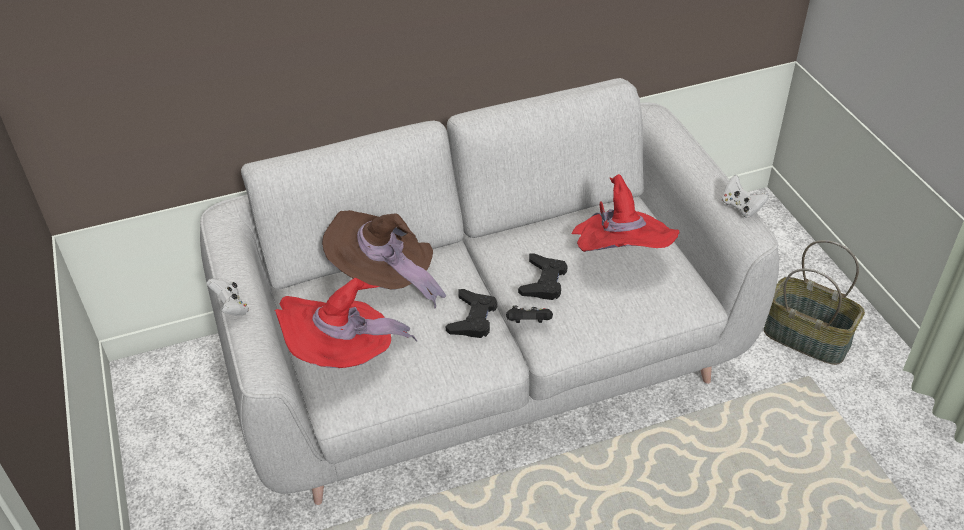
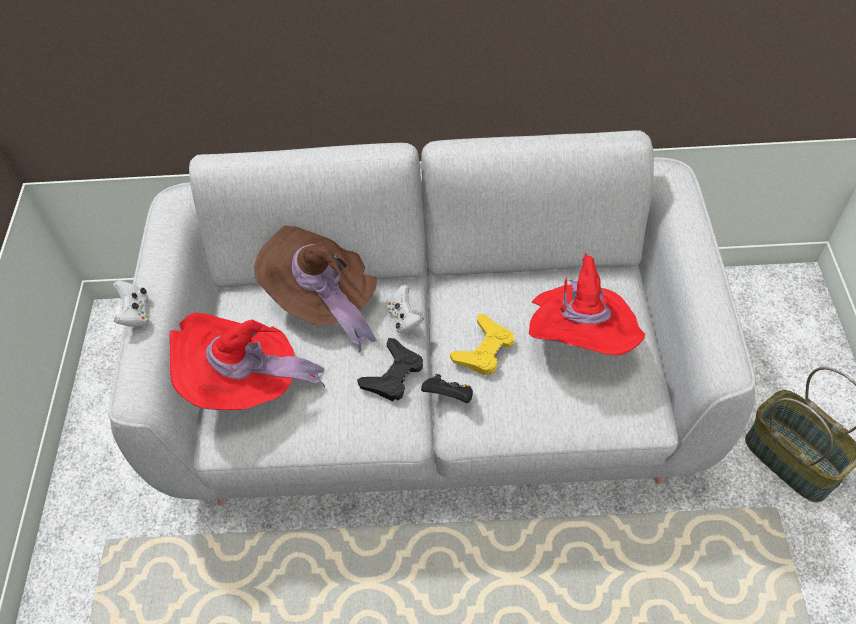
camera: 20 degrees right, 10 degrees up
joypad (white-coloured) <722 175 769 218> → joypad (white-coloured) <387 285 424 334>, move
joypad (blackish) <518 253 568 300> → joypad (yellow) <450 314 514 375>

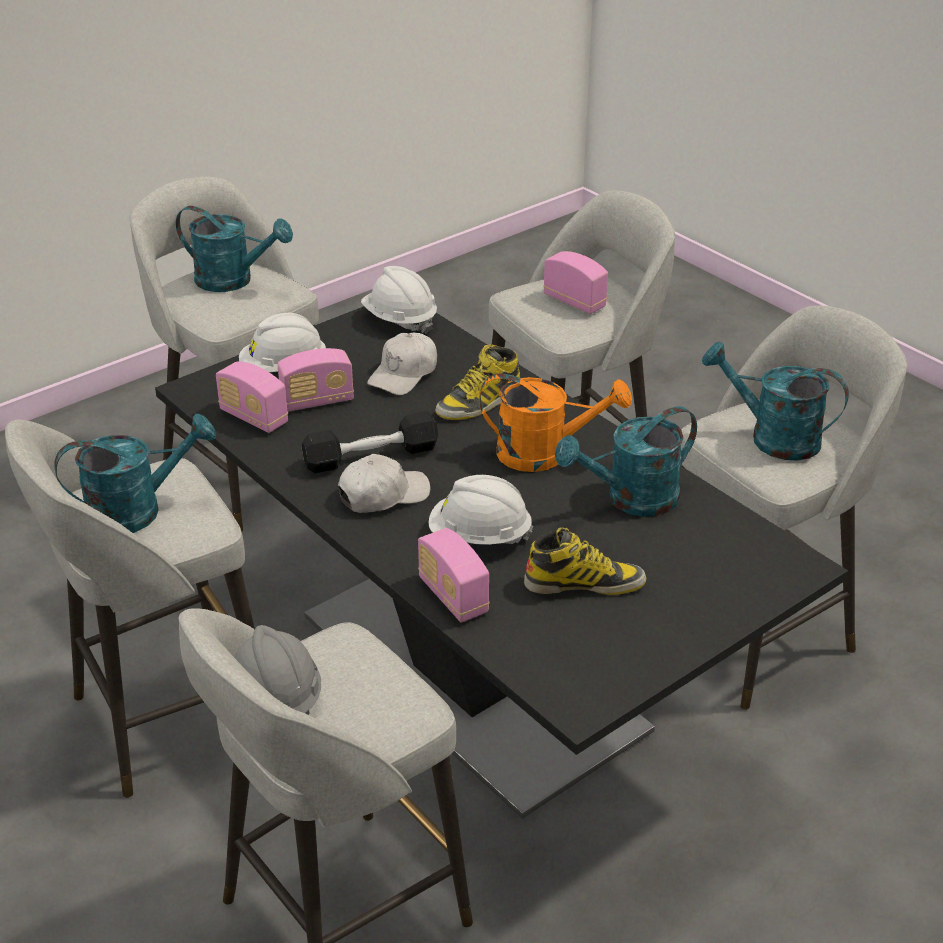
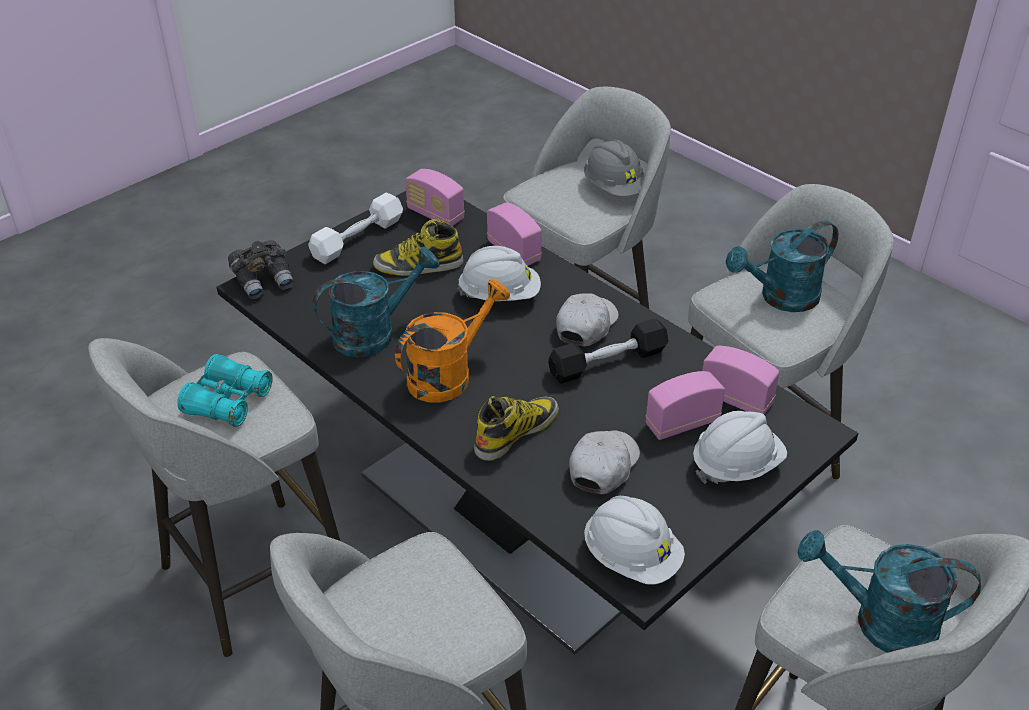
camera: 175 degrees right, 5 degrees up
radio set <543 251 608 314> → radio set <405 169 465 226>, move
watering pot (turquoise-coloured) <702 341 849 461> → binoculars (turquoise-coloured) <177 354 273 427>
watering pot (orange-coloured) <479 373 632 472> → watering pot (orange-coloured) <395 279 510 403>, 135 degrees clockwise
baseball cap (white-coloured) <338 454 431 513> → baseball cap (white-coloured) <556 293 619 346>, 150 degrees clockwise
- → free weight (white-coloured) <308 193 403 264>
- → binoculars (grey) <228 240 294 299>

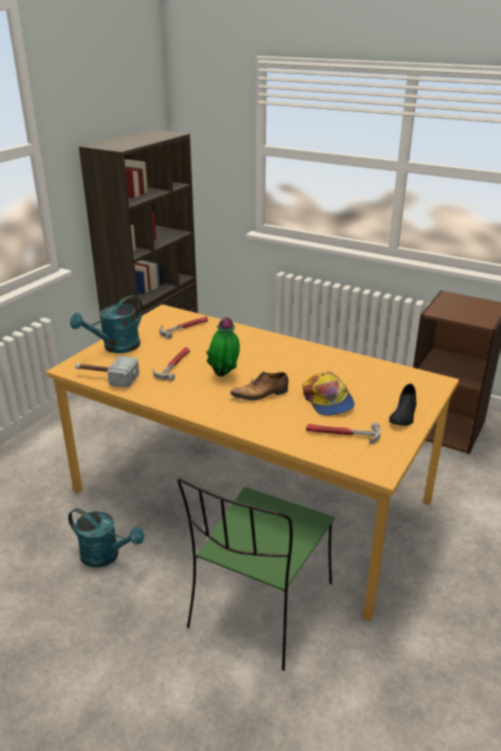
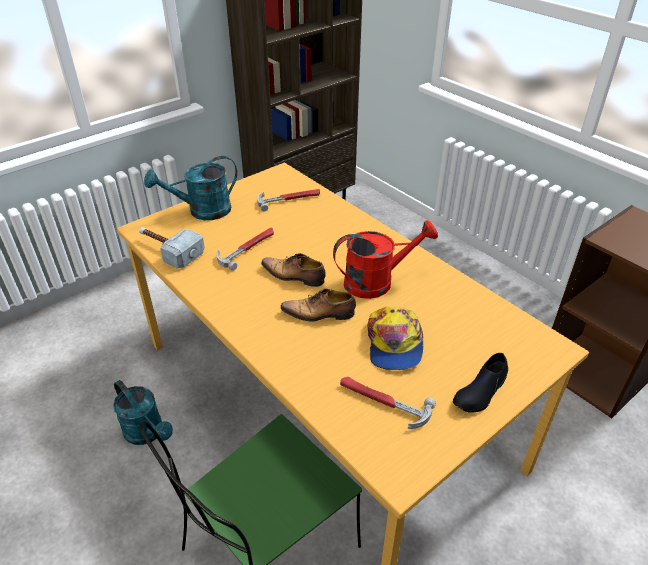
camera: 20 degrees right, 10 degrees up
houseplant <206 317 240 377> → item of footwear <261 253 326 287>
- → watering pot (reddish) <333 220 438 299>

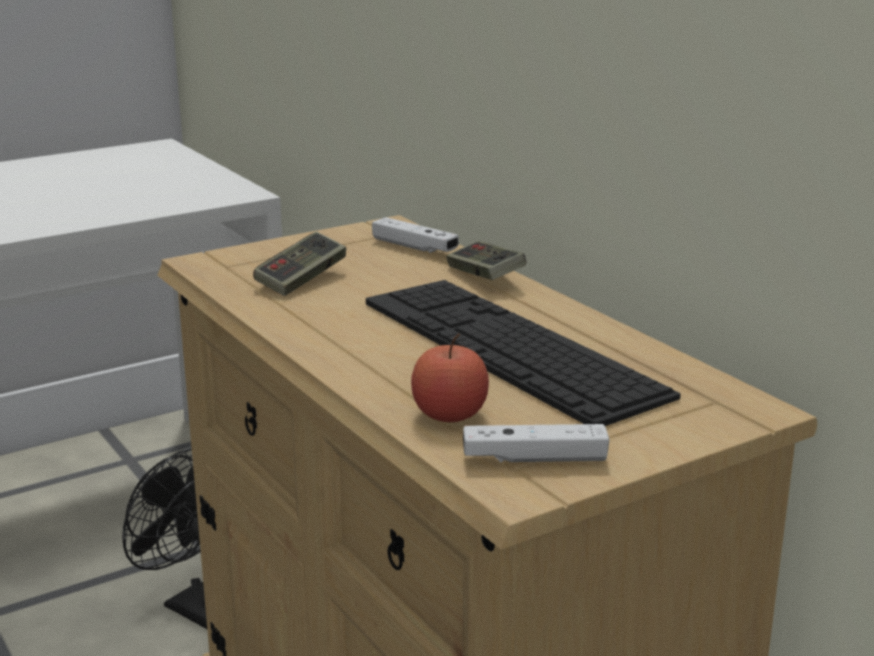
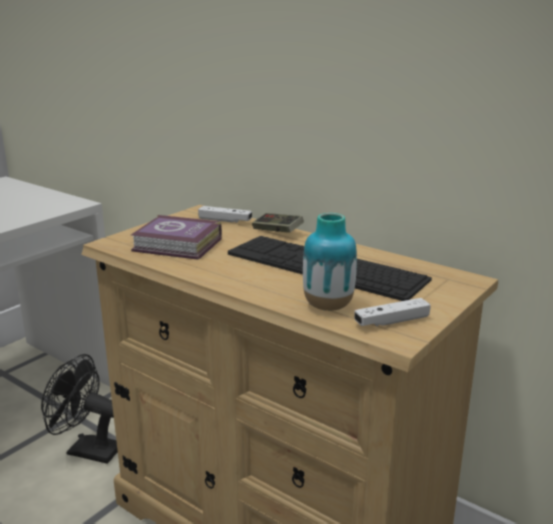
camera: 20 degrees left, 0 degrees up
joypad <253 232 346 296> → book <131 215 222 260>
whole apple <411 334 489 422> → vase <303 213 357 311>

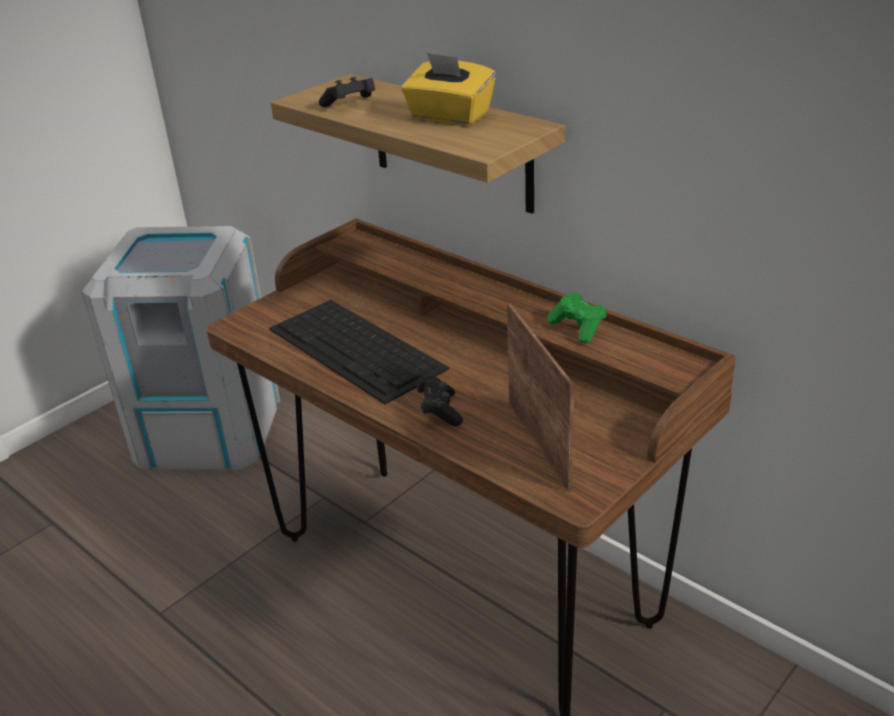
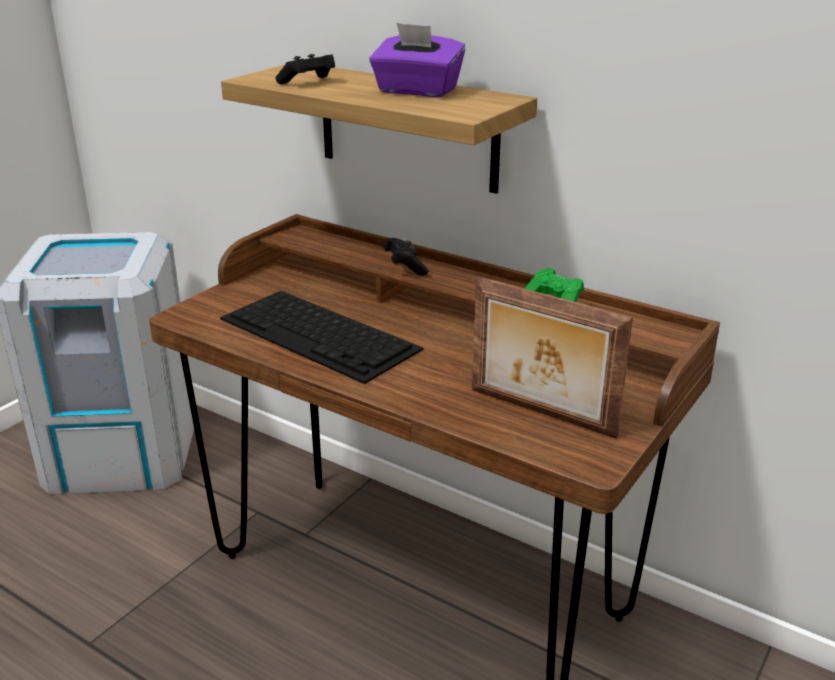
camera: 10 degrees left, 5 degrees down
tissue holder (yellow) <401 52 496 125> → tissue holder (purple) <369 23 465 97>
picture frame <507 303 574 492> → picture frame <472 276 633 439>, 150 degrees clockwise
joypad (blackish) <417 376 463 426> → joypad (blackish) <383 238 428 276>, move

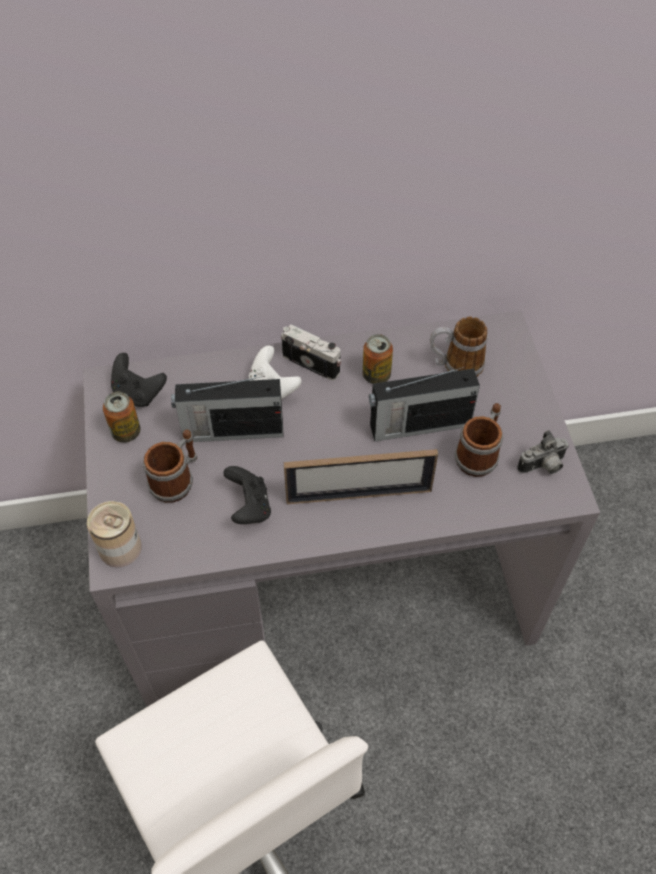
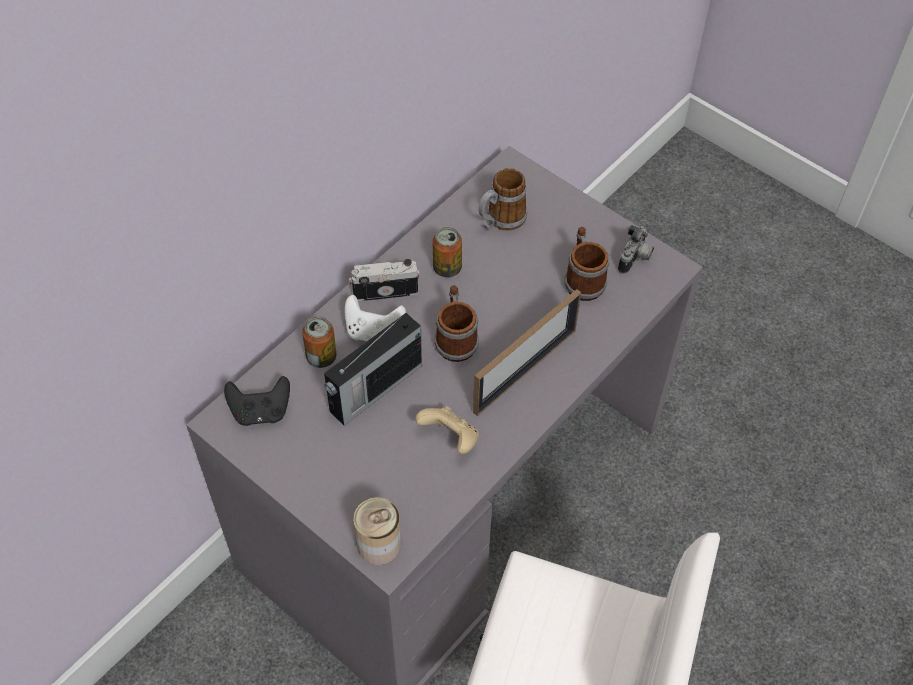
camera: 40 degrees left, 0 degrees up
radio set <369 366 480 442> → -
sealed can <103 392 140 442> → sealed can <302 316 337 368>, move
mug <143 429 197 503> → mug <435 285 479 362>, move
joypad (blackish) <223 466 271 524> → joypad (beige) <415 406 479 454>

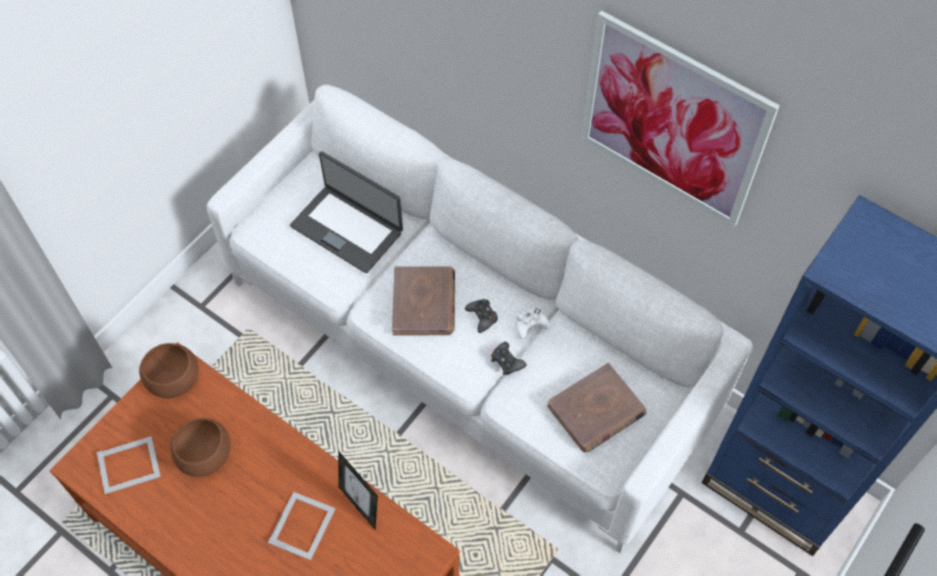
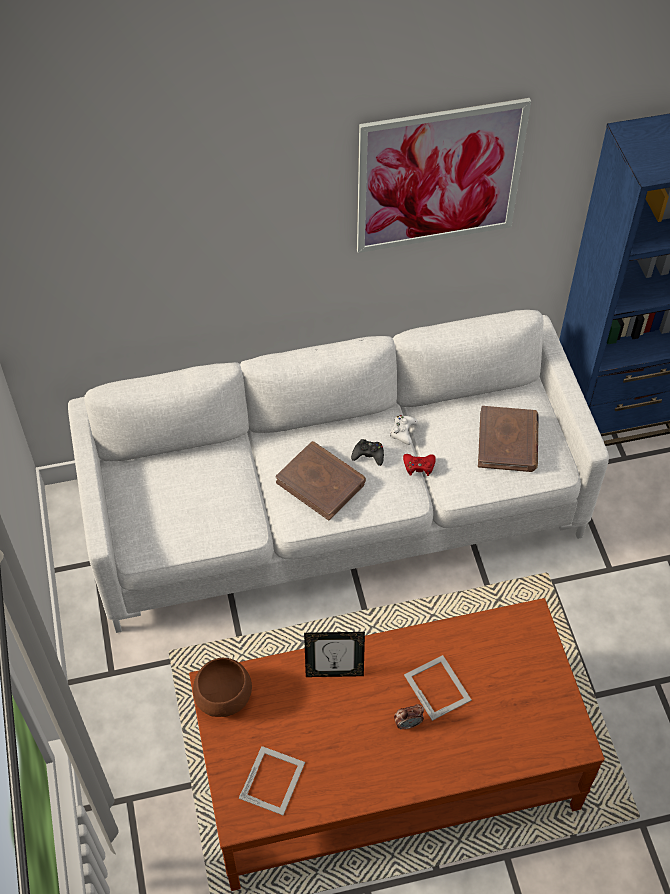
camera: 50 degrees left, 5 degrees down
notebook computer <290 151 403 273> → -
joypad (blackish) <491 342 527 375> → joypad (reddish) <403 454 436 476>
bowl (brown) <170 418 231 477> → -
picture frame <338 452 378 529> → picture frame <304 632 365 677>, move
- → bedside clock <394 704 424 730>

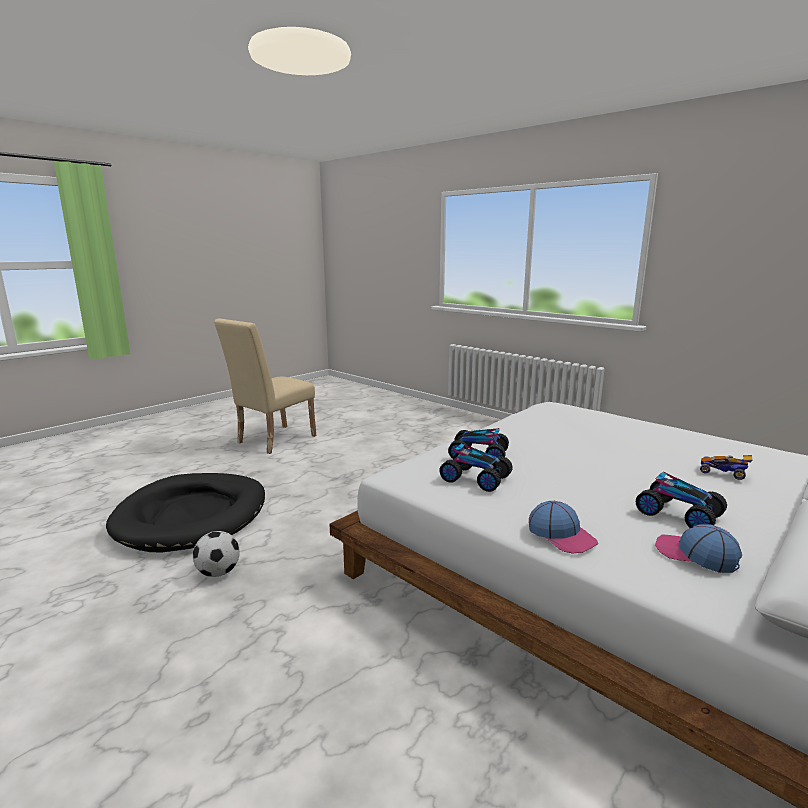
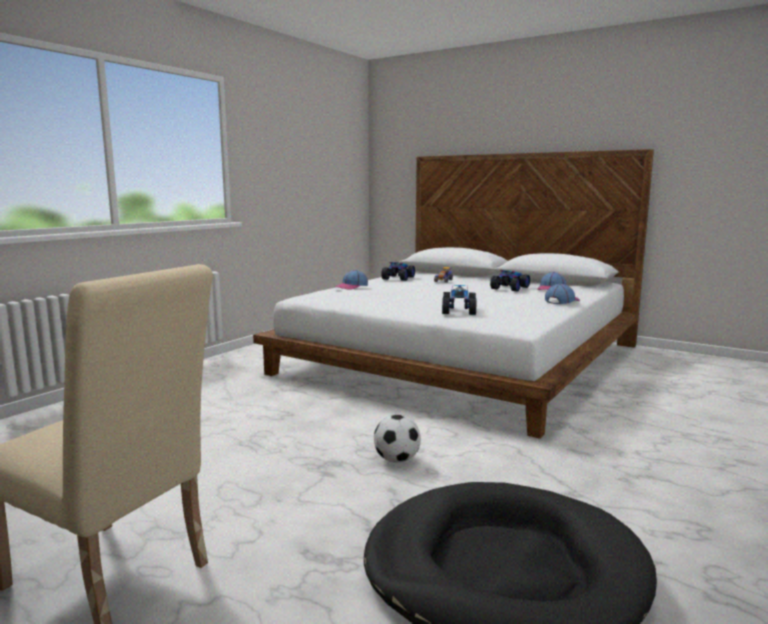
camera: 100 degrees left, 5 degrees down
toy car <439 443 512 492> → toy car <381 262 415 281>, move
football ball <193 531 240 577> → football ball <374 415 421 463>, move
- → baseball cap <335 270 368 289>

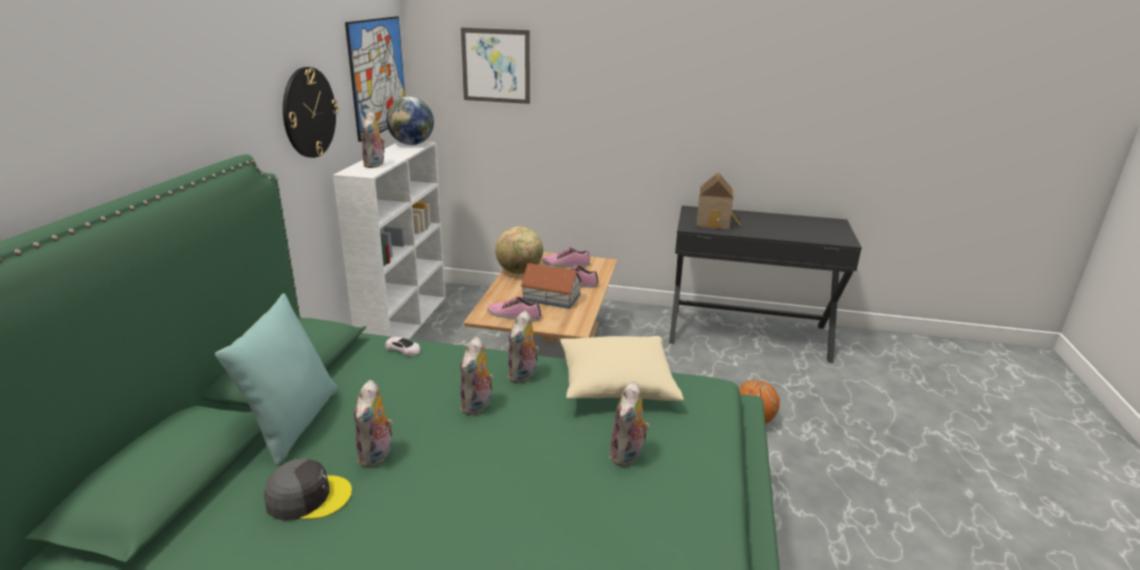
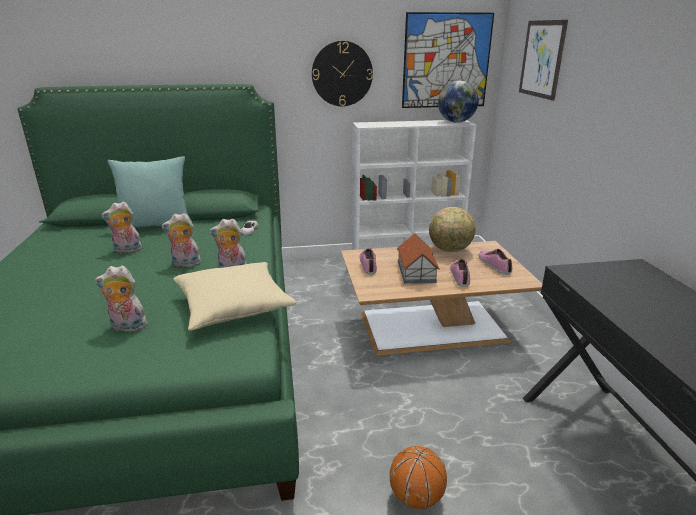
camera: 70 degrees right, 0 degrees up
plush toy <362 111 385 168> → -
toy house <696 172 741 230> → -
baseball cap (grey) <264 458 352 521> → -

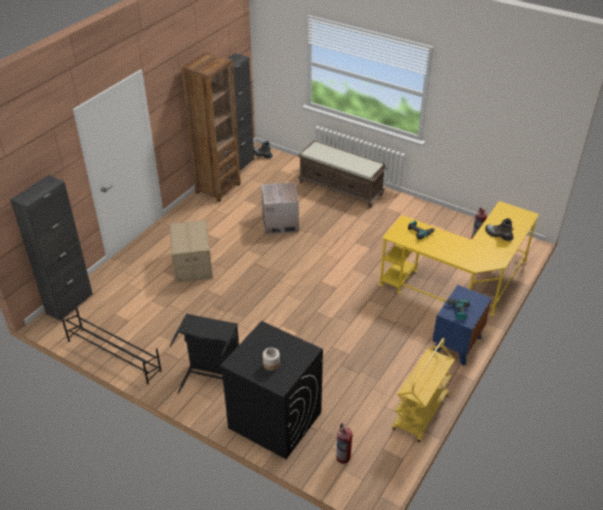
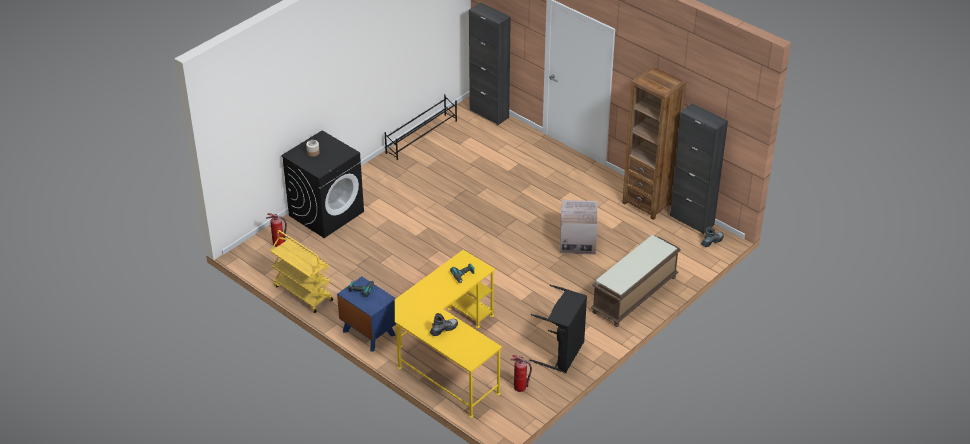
camera: 100 degrees right, 0 degrees up
carton <170 220 213 283> → -
hamper (blackish) <170 313 239 394> → hamper (blackish) <530 284 587 373>, move

